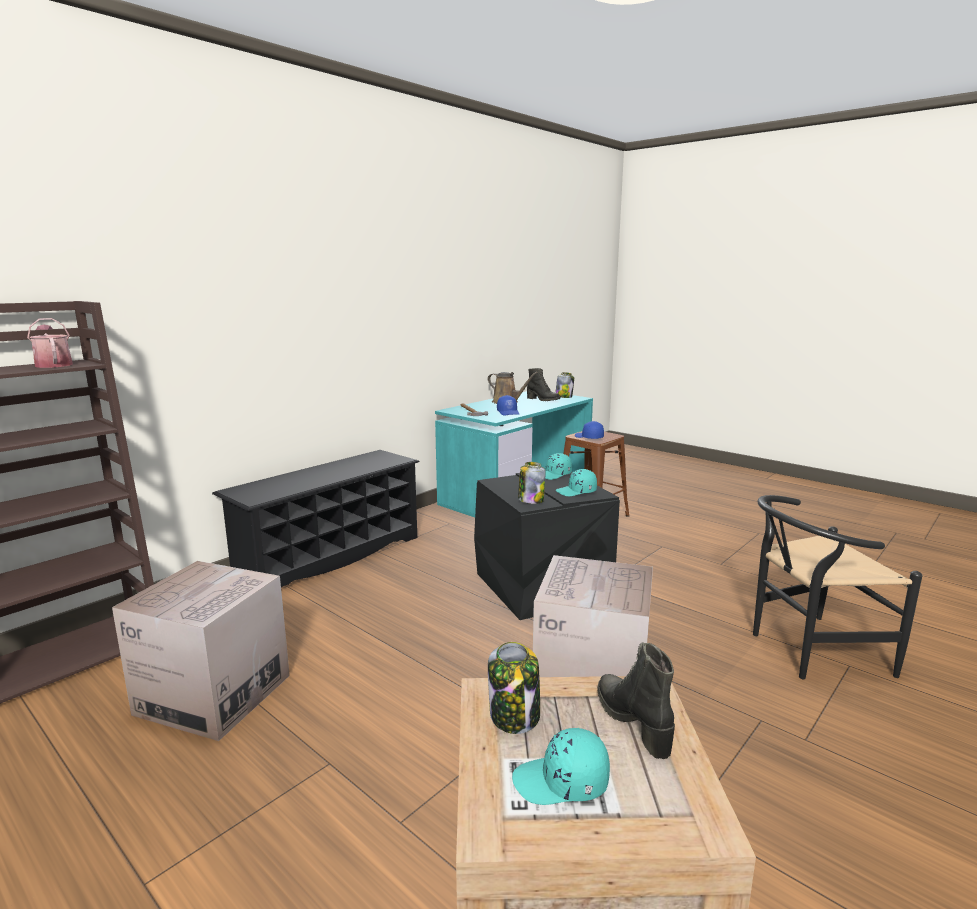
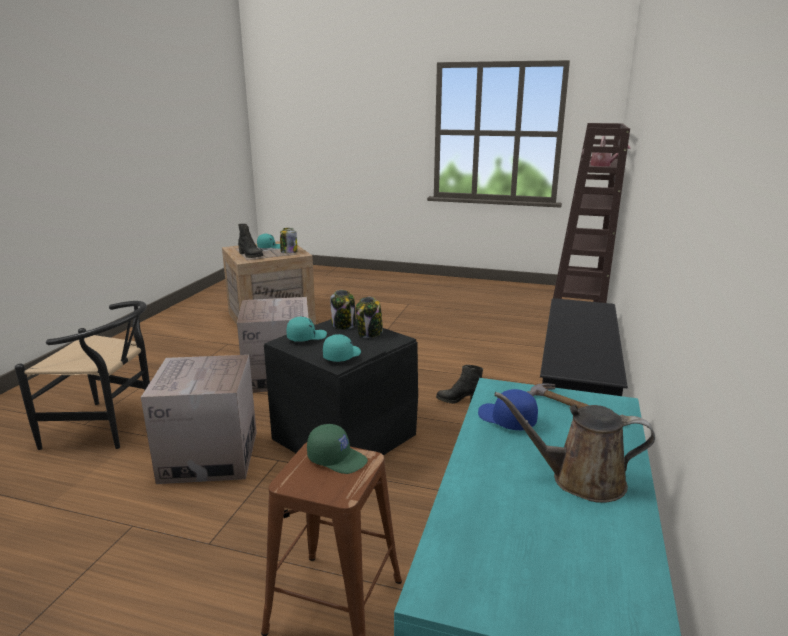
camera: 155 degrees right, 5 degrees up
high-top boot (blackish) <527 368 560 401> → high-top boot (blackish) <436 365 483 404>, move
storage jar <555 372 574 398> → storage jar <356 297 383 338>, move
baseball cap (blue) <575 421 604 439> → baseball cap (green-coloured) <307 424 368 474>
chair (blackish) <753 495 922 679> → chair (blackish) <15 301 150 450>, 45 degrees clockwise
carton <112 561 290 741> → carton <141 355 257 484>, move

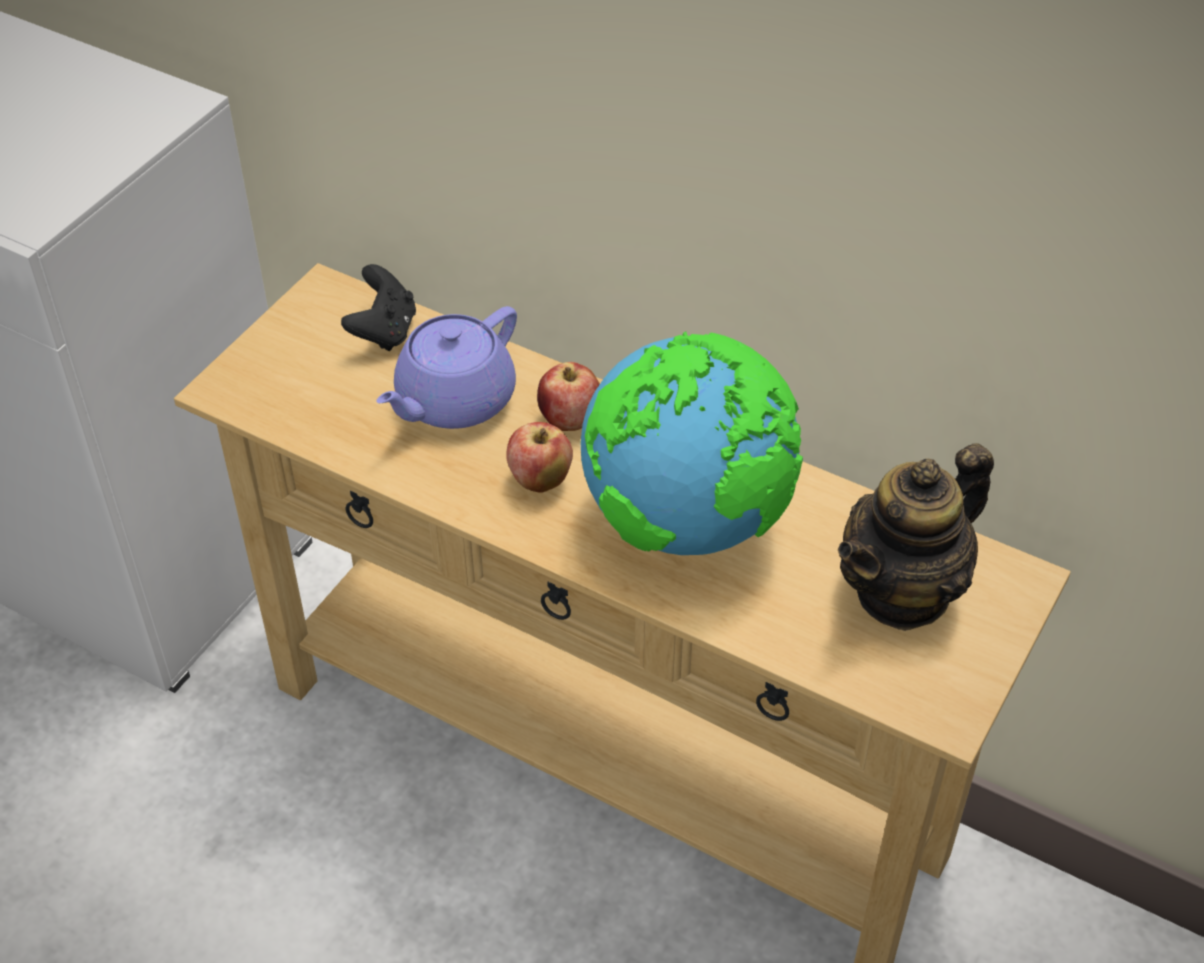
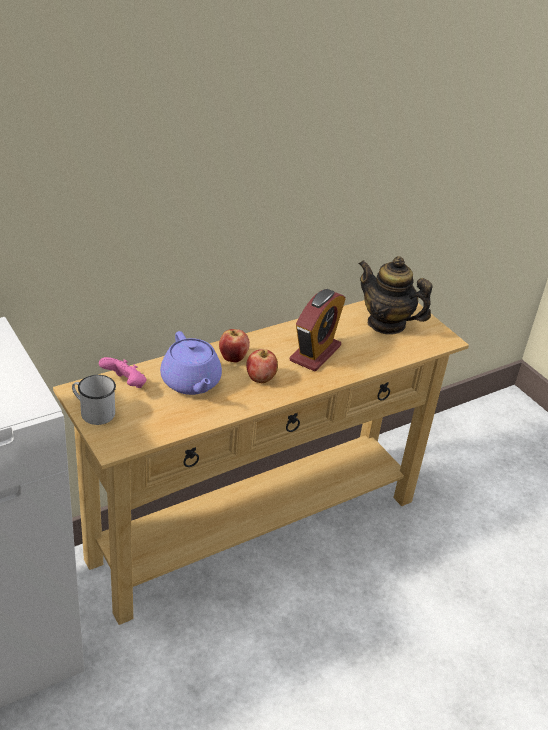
camera: 65 degrees left, 10 degrees down
joypad (blackish) <341 264 416 351> → joypad (pink-coloured) <99 357 146 388>
globe <580 332 803 555> → bedside clock <289 289 346 371>
pot for tea <838 443 994 631> → pot for tea <359 256 433 335>, 135 degrees clockwise
- → mug (white-coloured) <72 375 116 425>

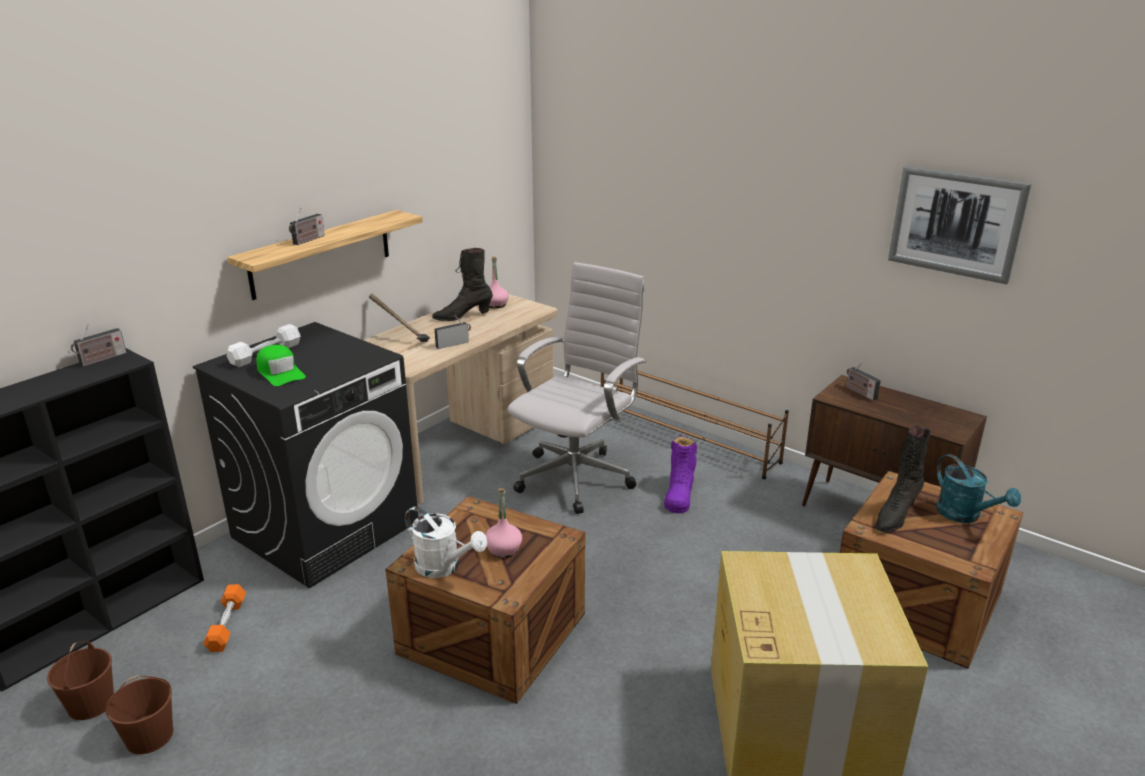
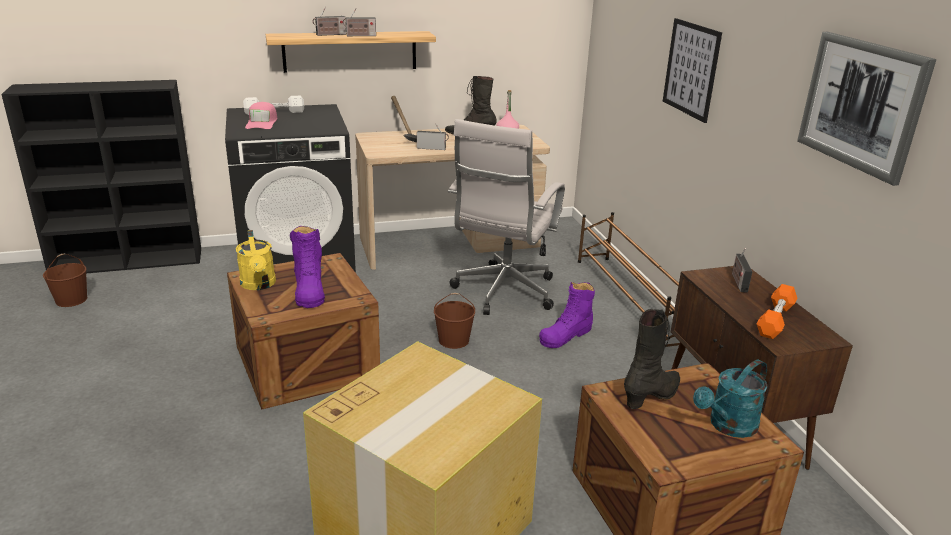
camera: 35 degrees right, 0 degrees up
office chair (white-coloured) <507 262 646 514> → office chair (white-coloured) <448 119 565 315>, 135 degrees clockwise
radio set <71 324 126 367> → radio set <343 8 376 36>, move
baseball cap (green-coloured) <256 345 306 386> → baseball cap (pink-coloured) <245 102 277 129>
high-top boot (blackish) <876 426 931 532> → high-top boot (blackish) <624 309 680 409>, 150 degrees clockwise
watering pot (turquoise-coloured) <936 454 1021 523> → watering pot (turquoise-coloured) <693 360 768 438>, 45 degrees clockwise
bottle (pink-coloured) <485 488 522 558> → high-top boot (purple) <290 226 325 308>
watering pot (white-coloured) <405 506 487 578> → watering pot (yellow) <236 230 276 290>
free weight (orange-coloured) <203 584 246 652> → free weight (orange-coloured) <757 284 797 339>, move
pail (brown) <105 675 174 754> → pail (brown) <434 293 475 349>, move
- → picture <663 18 722 123>

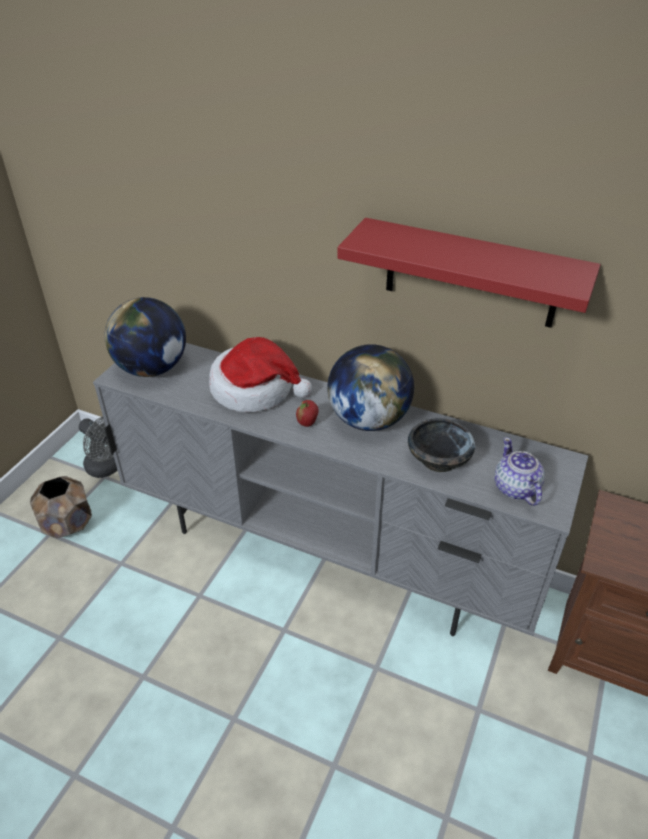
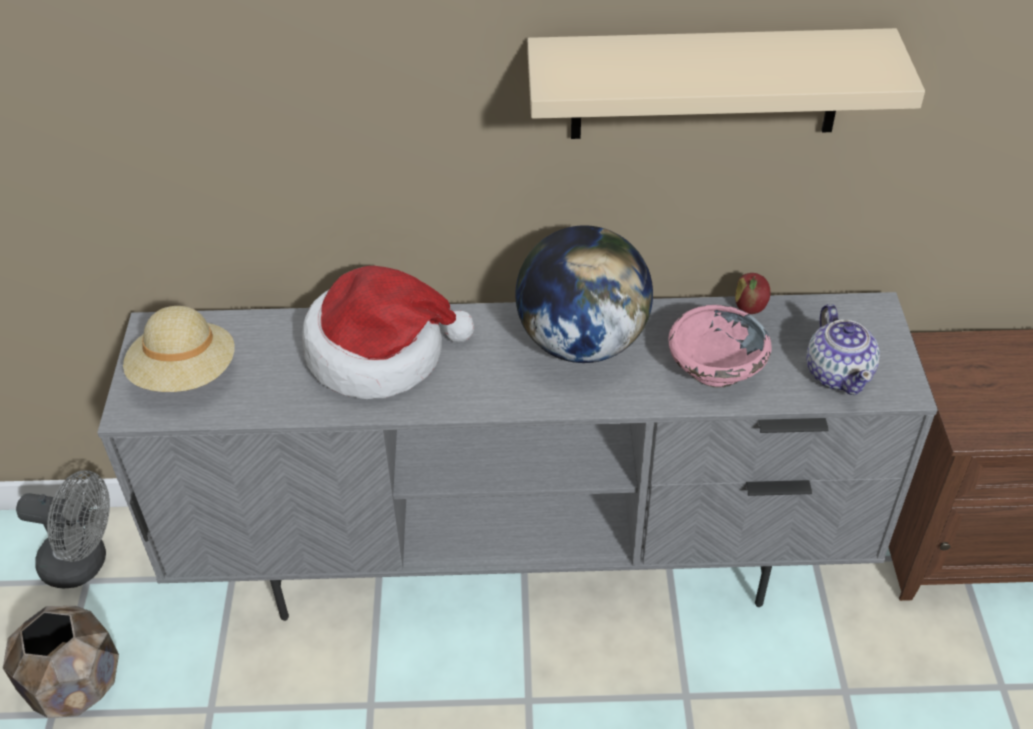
camera: 25 degrees left, 5 degrees up
shelf (reddish) <337 218 601 328> → shelf (beige) <527 28 925 139>
globe <104 297 186 377> → hat (beige) <123 306 235 392>
whole apple <296 400 319 427> → whole apple <735 273 770 314>, move
bowl (blackish) <408 418 475 472> → bowl (pink-coloured) <668 305 772 388>
pot for tea <494 437 545 506> → pot for tea <806 304 880 395>, 150 degrees counterclockwise

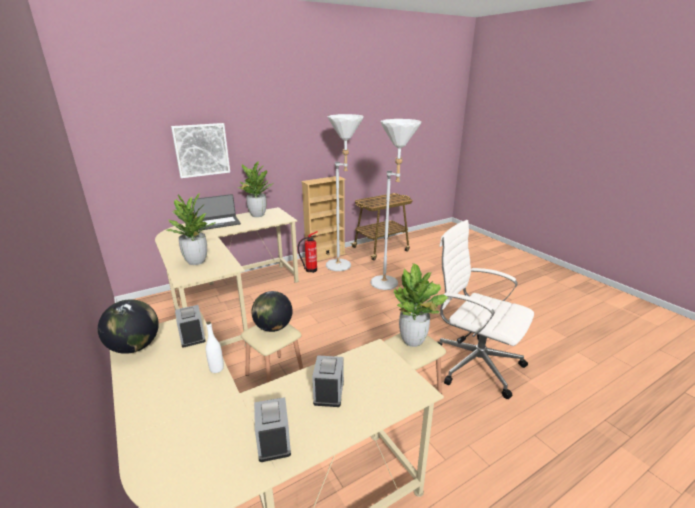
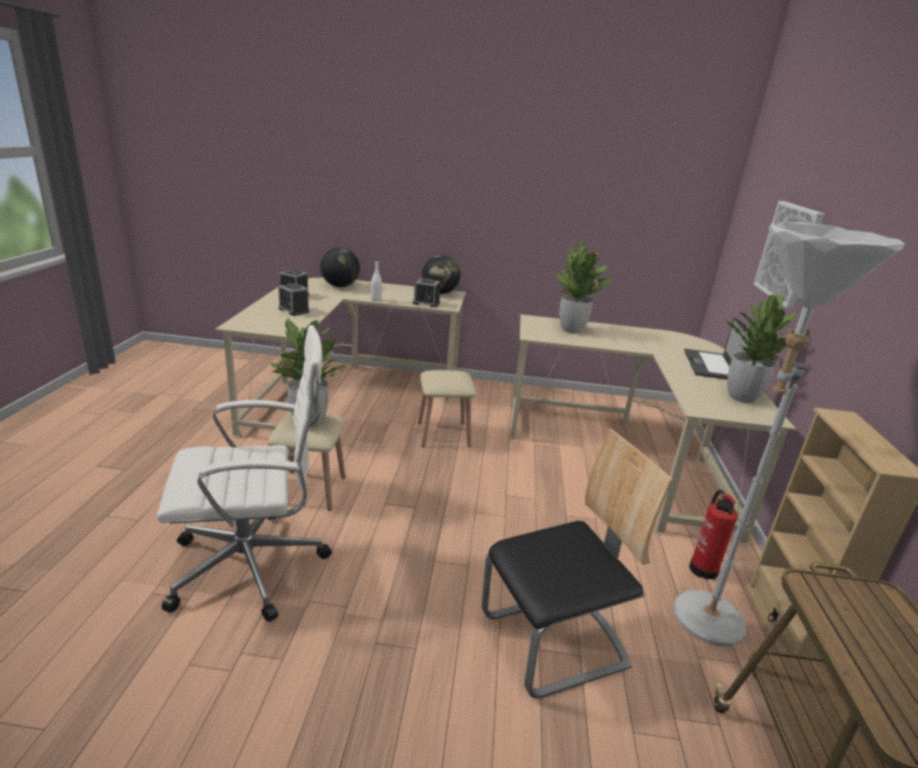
camera: 125 degrees right, 0 degrees up
floor lamp (white-coloured) <370 119 422 290> → chair <482 429 673 698>
globe <251 291 293 332> → globe <320 248 360 287>, move

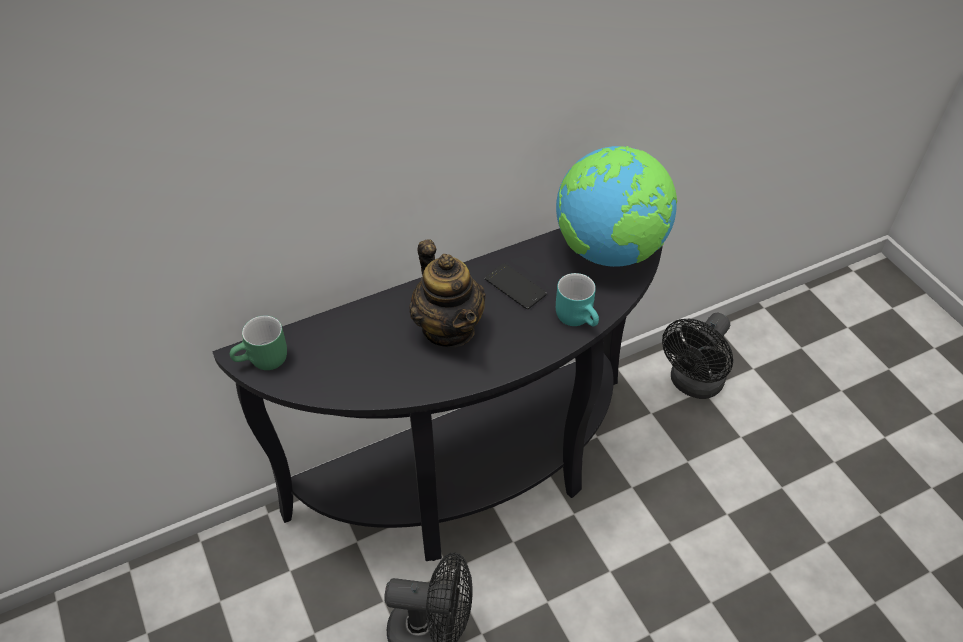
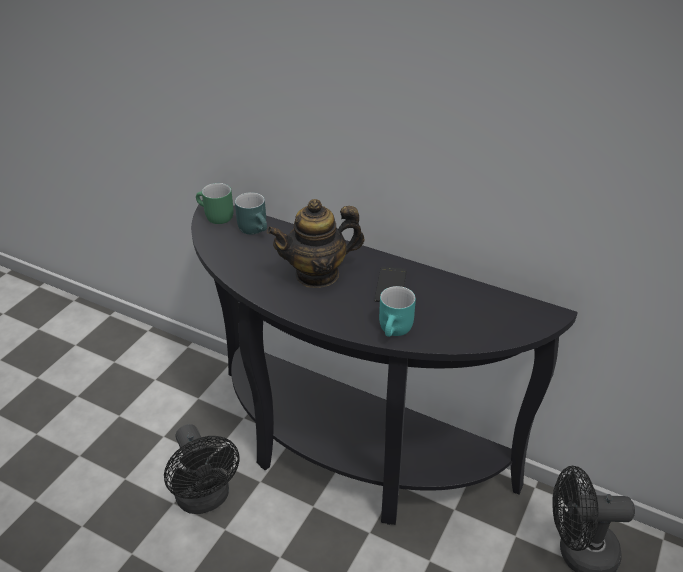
camera: 55 degrees right, 10 degrees down
globe <556 146 677 267> → -
pot for tea <409 239 486 347> → pot for tea <267 199 364 288>, 45 degrees clockwise
- → mug (turquoise-coloured) <235 192 267 234>

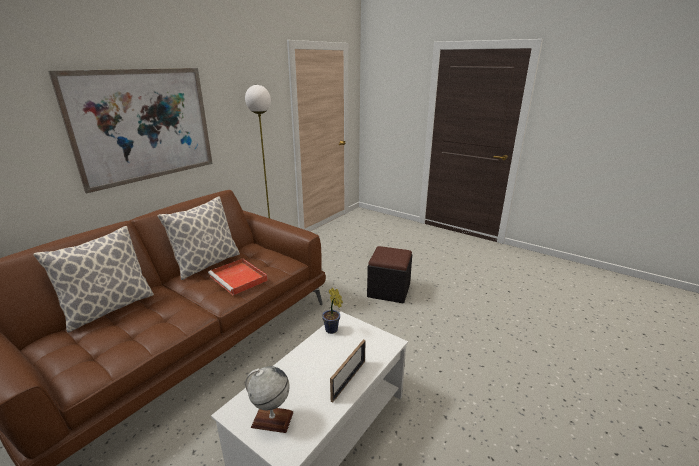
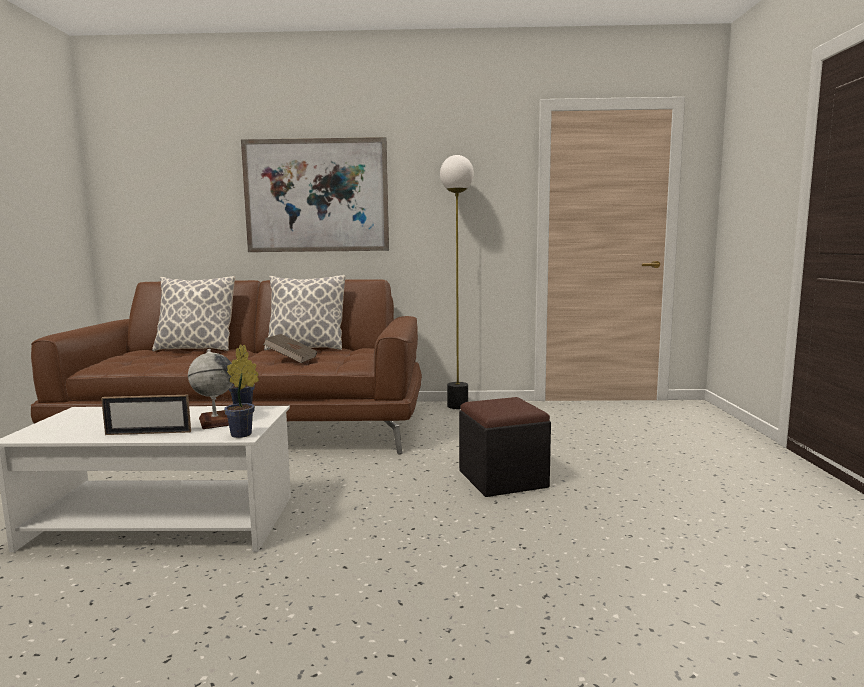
camera: 55 degrees right, 15 degrees down
tray (reddish) <208 259 268 295> → book (brown) <263 334 317 363>
globe <245 366 294 433> → globe <188 349 233 429>, move
- → houseplant <224 357 259 438>

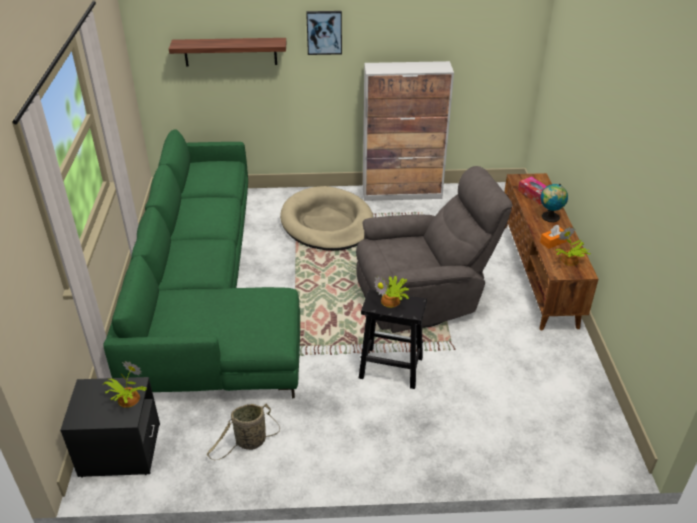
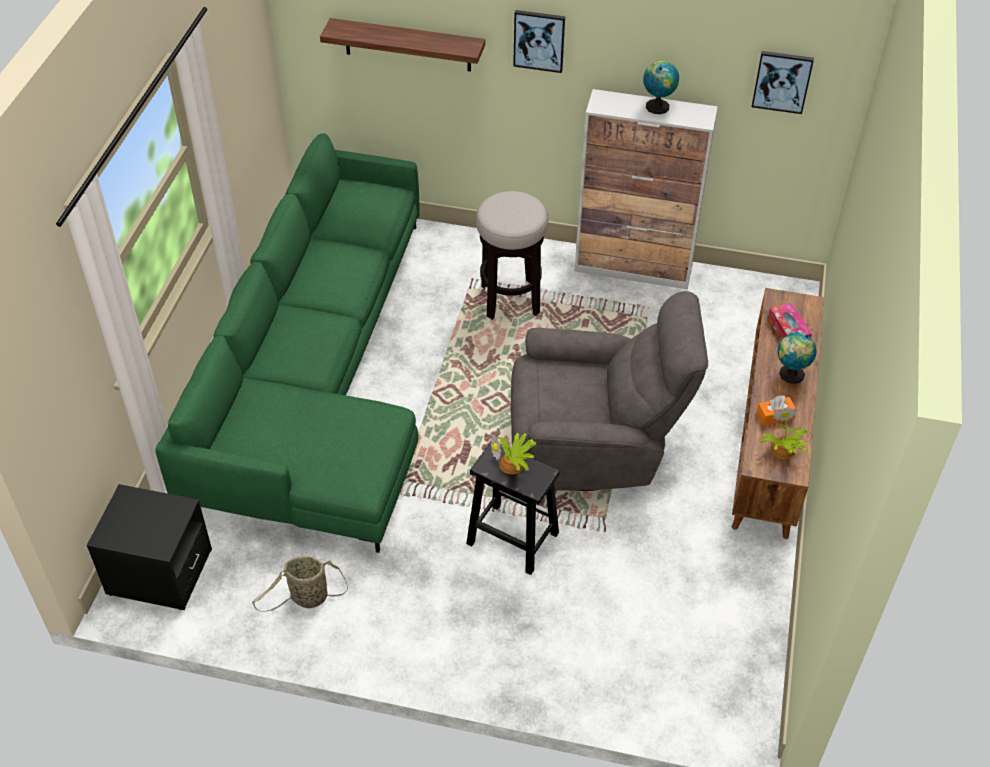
camera: 15 degrees right, 10 degrees up
dog bed (beige) <280 186 374 251> → stool <476 191 549 320>
houseplant <102 361 147 408> → -
- → picture <752 51 814 114>
- → globe <643 60 679 114>

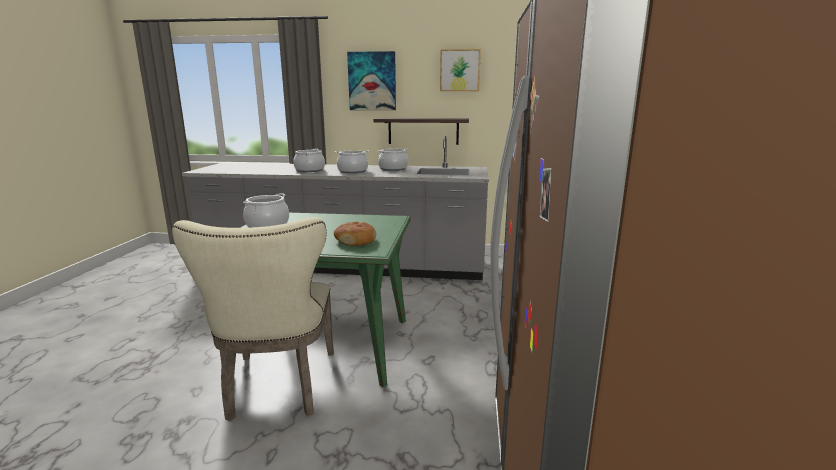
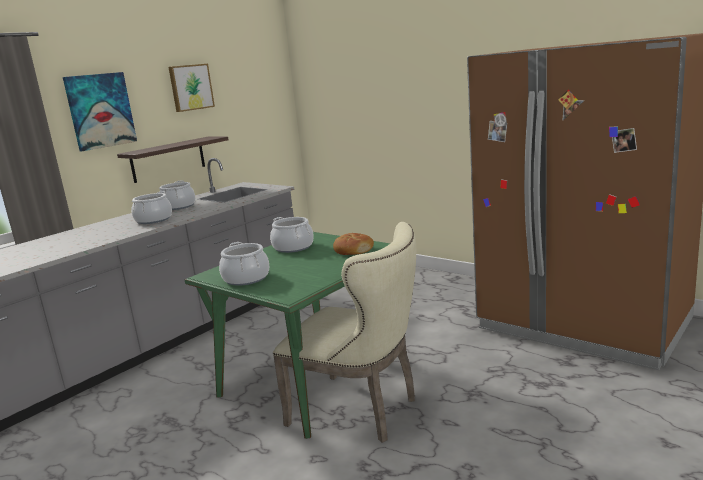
camera: 55 degrees left, 0 degrees up
cooking pot <293 149 325 172> → cooking pot <270 217 314 253>, move

